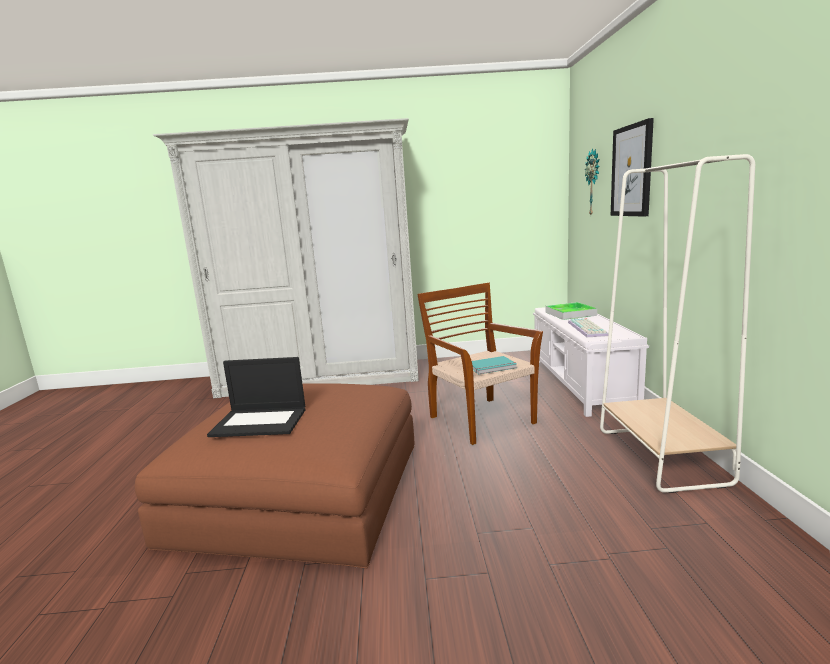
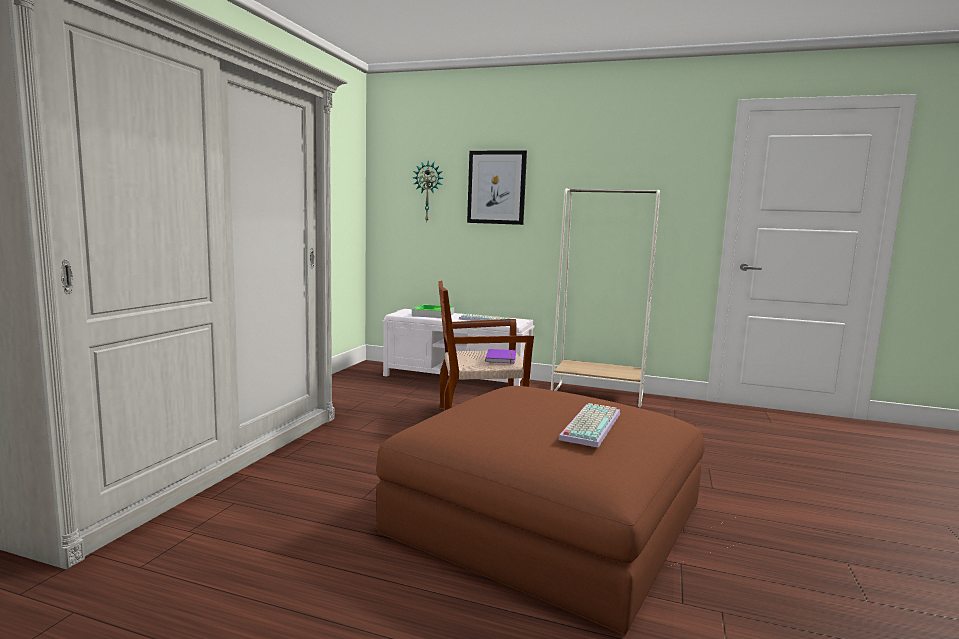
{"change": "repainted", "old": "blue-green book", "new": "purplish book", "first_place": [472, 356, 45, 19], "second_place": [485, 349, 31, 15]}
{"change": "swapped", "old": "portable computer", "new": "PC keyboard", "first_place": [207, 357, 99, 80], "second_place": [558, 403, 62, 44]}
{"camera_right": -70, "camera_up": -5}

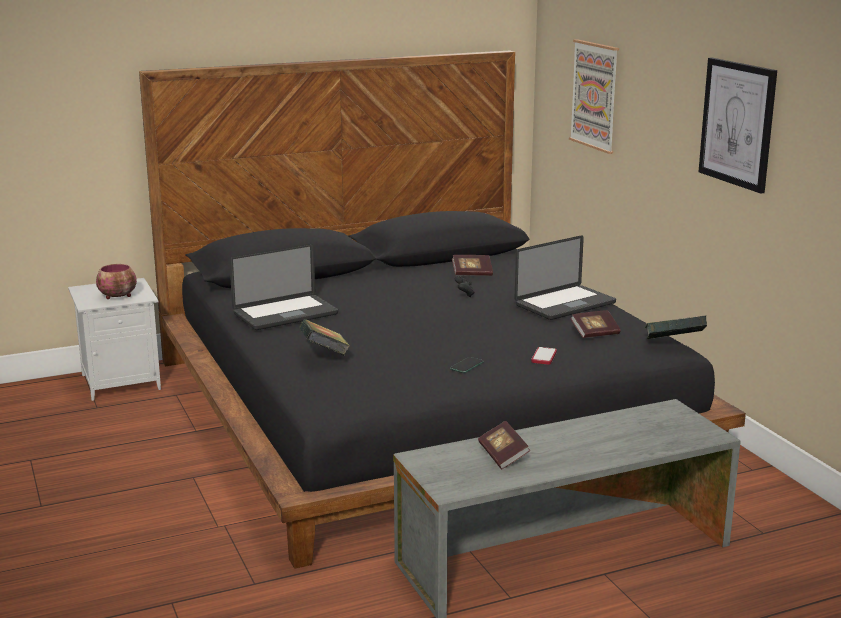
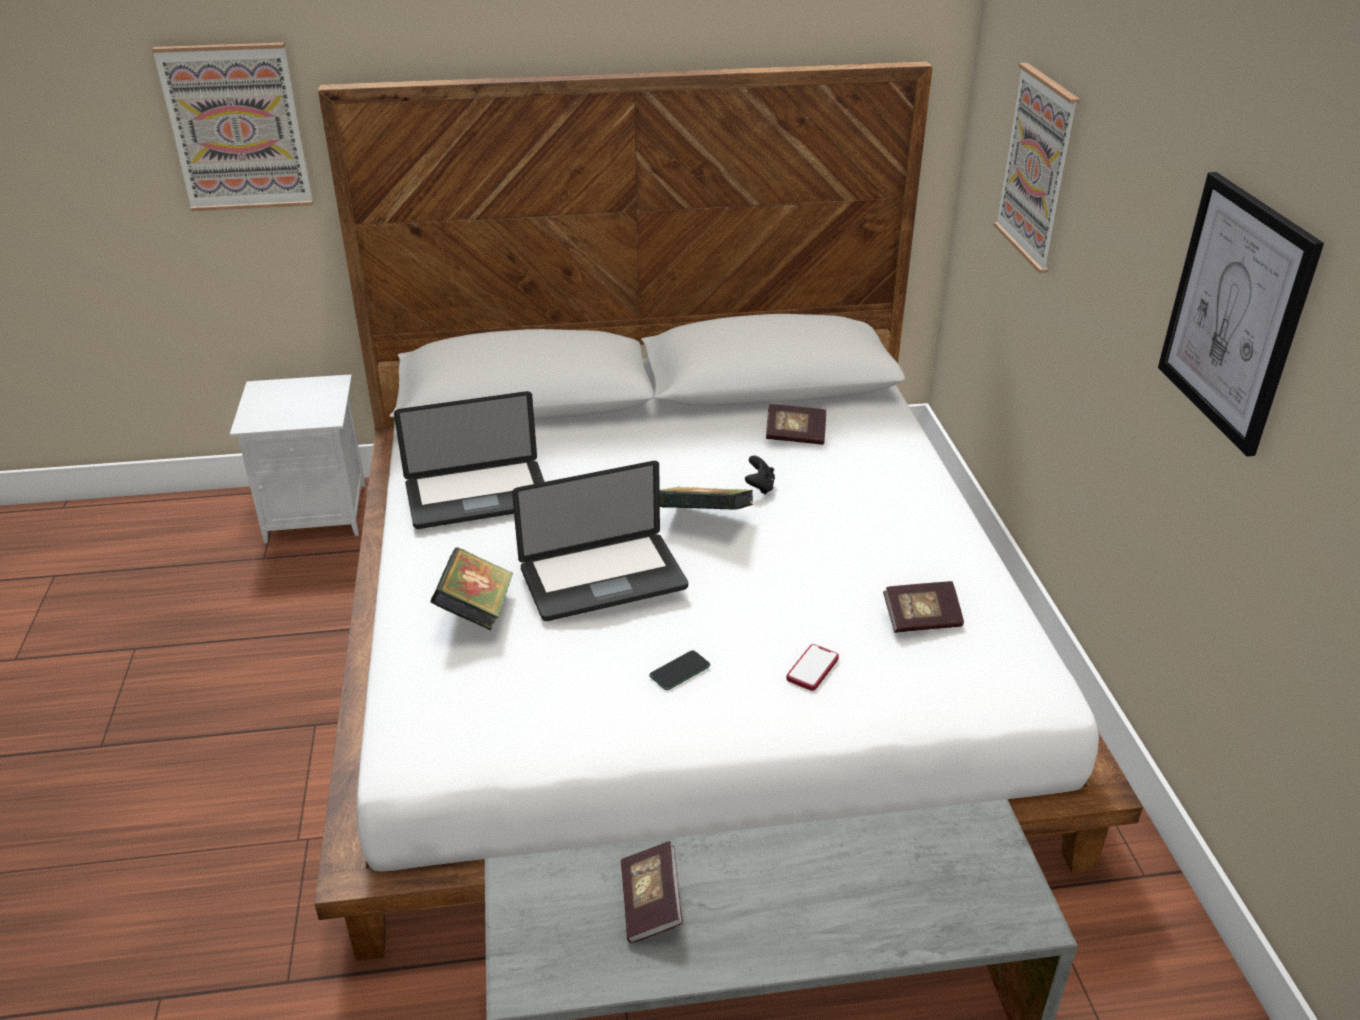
{"change": "new", "new": "wall picture", "second_place": [152, 42, 161, 169]}
{"change": "repainted", "old": "black sleeping bed", "new": "whitish sleeping bed", "first_place": [139, 51, 607, 518], "second_place": [314, 61, 829, 900]}
{"change": "shifted", "old": "portable computer", "first_place": [515, 235, 101, 85], "second_place": [512, 461, 176, 160]}
{"change": "shifted", "old": "book", "first_place": [645, 316, 62, 23], "second_place": [660, 487, 93, 23]}
{"change": "gone", "old": "serving bowl", "first_place": [96, 264, 41, 35]}
{"camera_right": 15, "camera_up": 15}

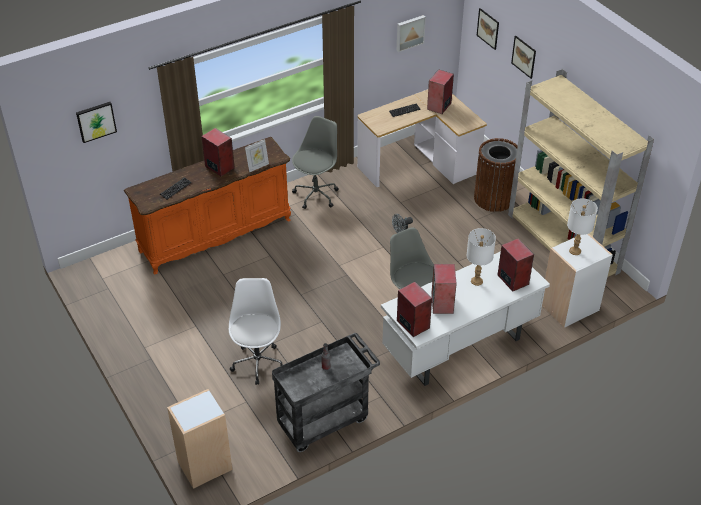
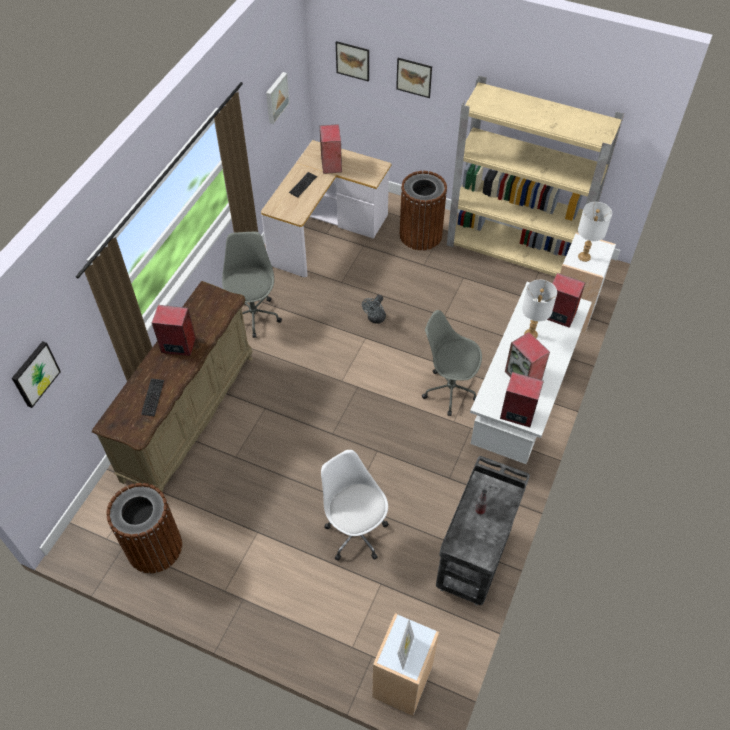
{"change": "repainted", "old": "orange storage cabinet", "new": "beige storage cabinet", "first_place": [124, 137, 167, 138], "second_place": [92, 281, 161, 212]}
{"change": "new", "new": "brownish waste bin", "second_place": [106, 483, 76, 90]}
{"change": "shifted", "old": "photo frame", "first_place": [245, 139, 24, 33], "second_place": [397, 620, 17, 50]}
{"camera_right": -35, "camera_up": 10}

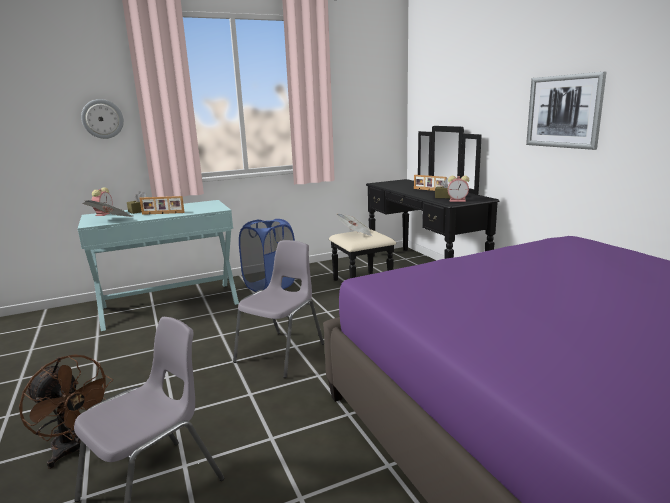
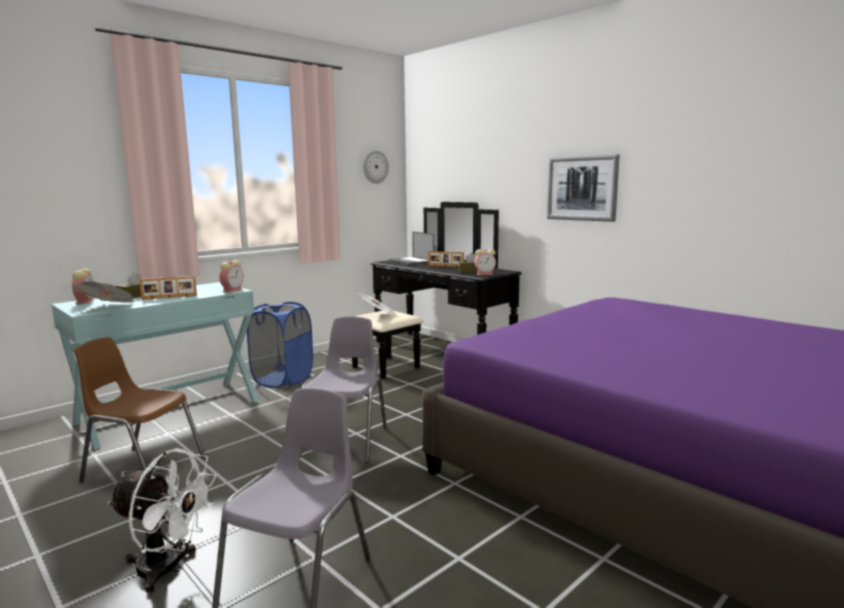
{"change": "new", "new": "brownish chair", "second_place": [74, 337, 131, 146]}
{"change": "repainted", "old": "brownish electric fan", "new": "whitish electric fan", "first_place": [19, 355, 94, 114], "second_place": [108, 448, 109, 146]}
{"change": "new", "new": "table clock", "second_place": [219, 260, 25, 33]}
{"change": "shifted", "old": "clock on the wall", "first_place": [81, 99, 43, 40], "second_place": [363, 150, 26, 34]}
{"change": "new", "new": "portable computer", "second_place": [389, 232, 45, 33]}
{"camera_right": -20, "camera_up": -5}

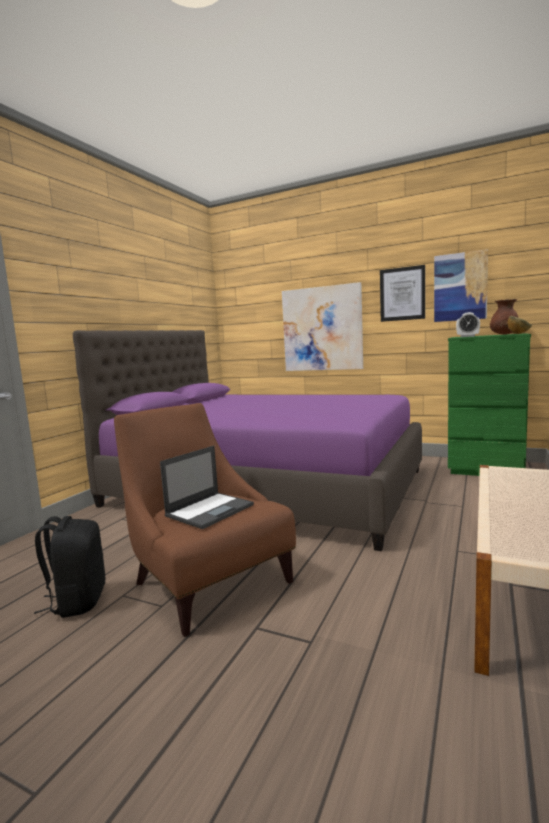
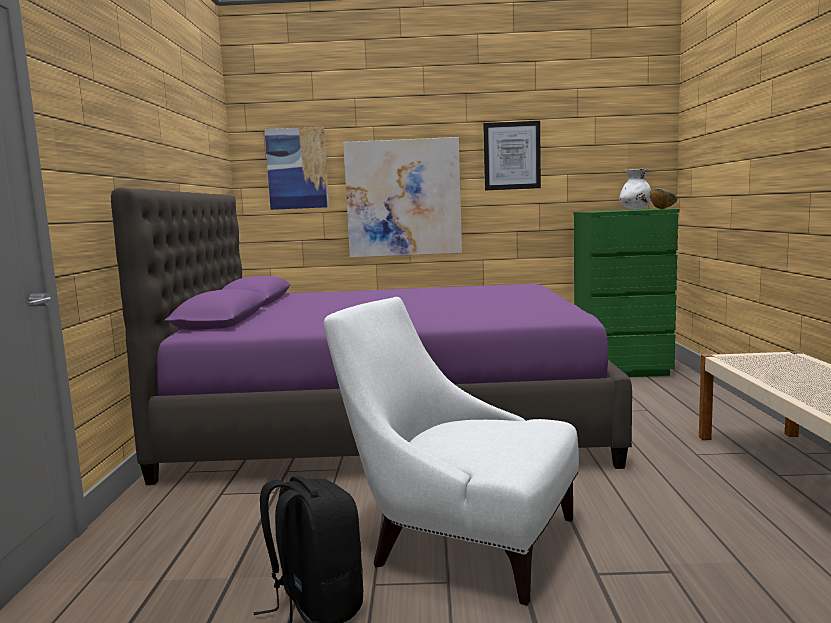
{"change": "shifted", "old": "wall picture", "first_place": [434, 249, 54, 73], "second_place": [265, 127, 64, 83]}
{"change": "repainted", "old": "brownish lounge chair", "new": "whitish lounge chair", "first_place": [114, 403, 182, 234], "second_place": [324, 297, 255, 309]}
{"change": "repainted", "old": "brownish flower vase", "new": "whitish flower vase", "first_place": [490, 299, 28, 35], "second_place": [619, 169, 32, 40]}
{"change": "gone", "old": "portable computer", "first_place": [160, 446, 94, 83]}
{"change": "gone", "old": "table clock", "first_place": [456, 312, 24, 25]}
{"camera_right": -25, "camera_up": 0}

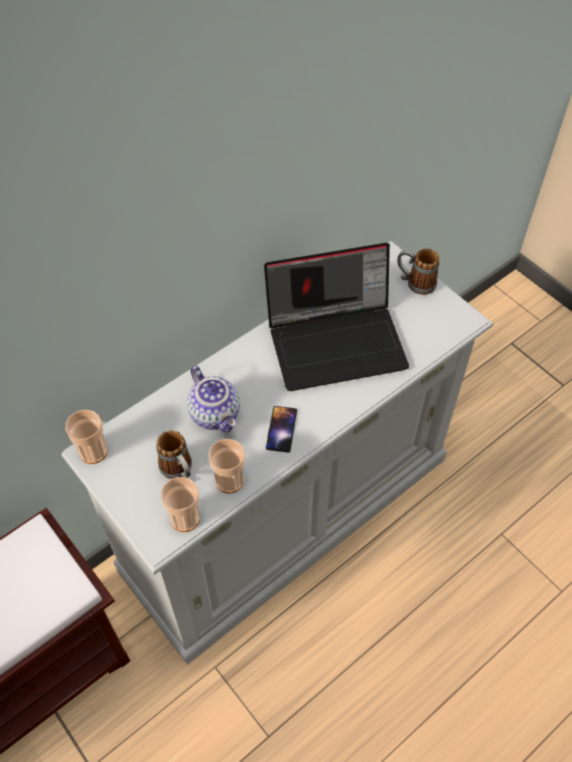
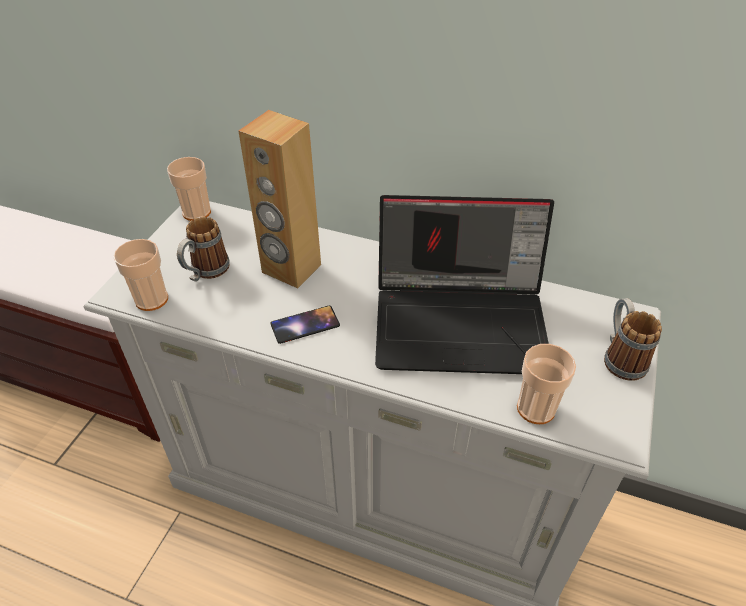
{"change": "swapped", "old": "tea pot", "new": "brownish speaker", "first_place": [187, 366, 53, 66], "second_place": [239, 110, 82, 179]}
{"change": "rotated", "old": "portable computer", "first_place": [264, 243, 145, 148], "second_place": [375, 195, 179, 179], "degrees": -45}
{"change": "shifted", "old": "cup", "first_place": [208, 439, 37, 54], "second_place": [517, 344, 59, 80]}
{"camera_right": 60, "camera_up": -10}

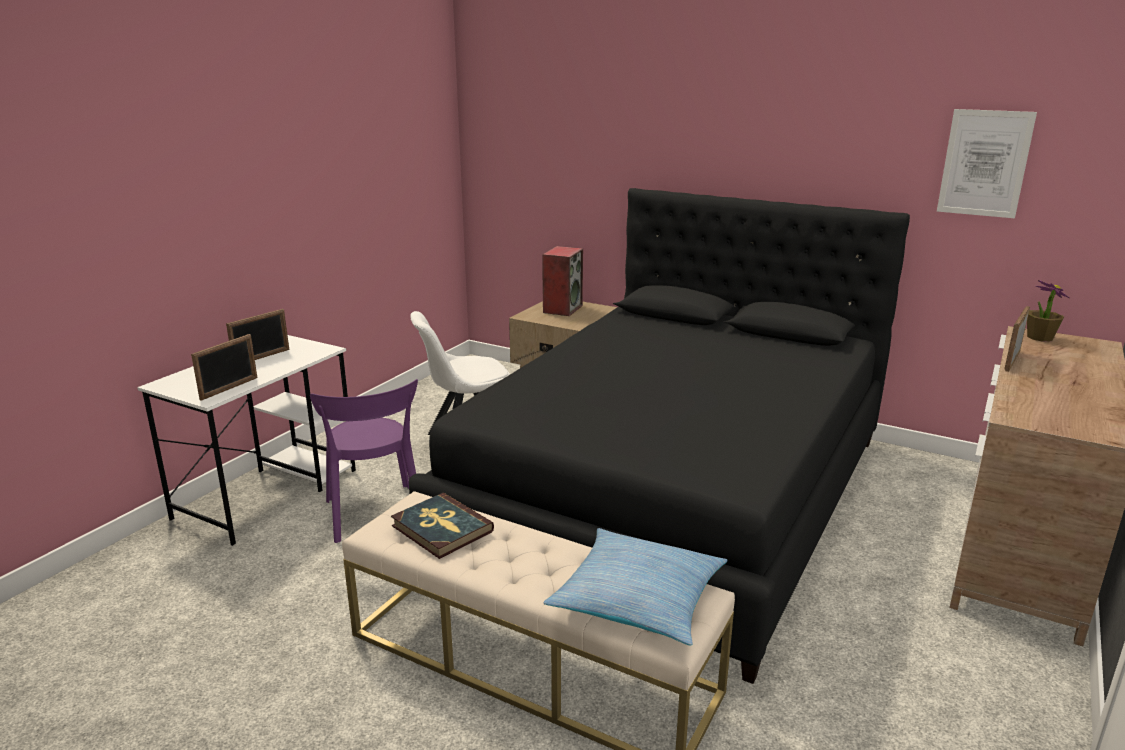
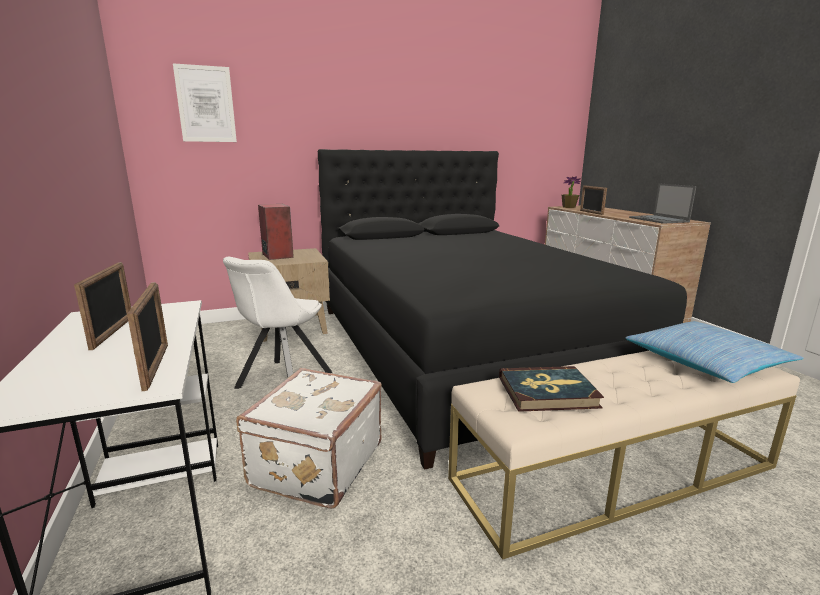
{"change": "shifted", "old": "wall picture", "first_place": [937, 109, 100, 109], "second_place": [173, 63, 64, 79]}
{"change": "swapped", "old": "purplish chair", "new": "whitish piece of luggage", "first_place": [310, 379, 108, 164], "second_place": [236, 368, 146, 141]}
{"change": "new", "new": "portable computer", "second_place": [629, 183, 67, 41]}
{"camera_right": -50, "camera_up": -5}

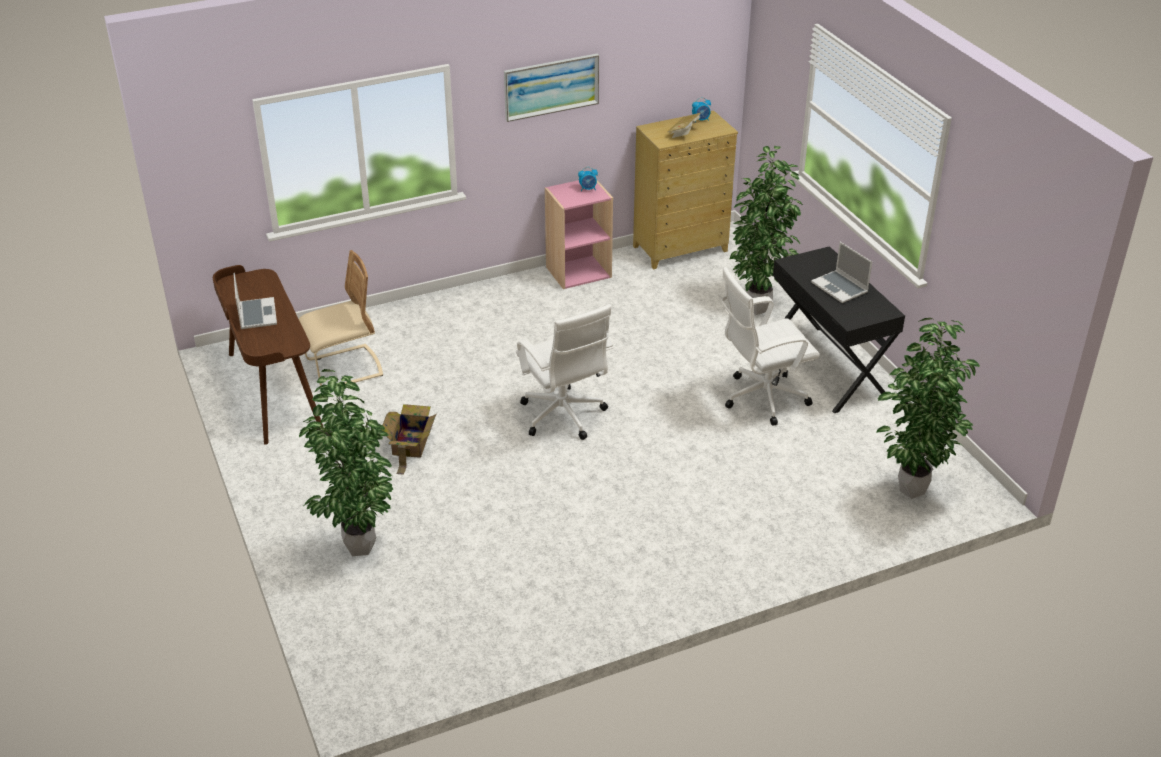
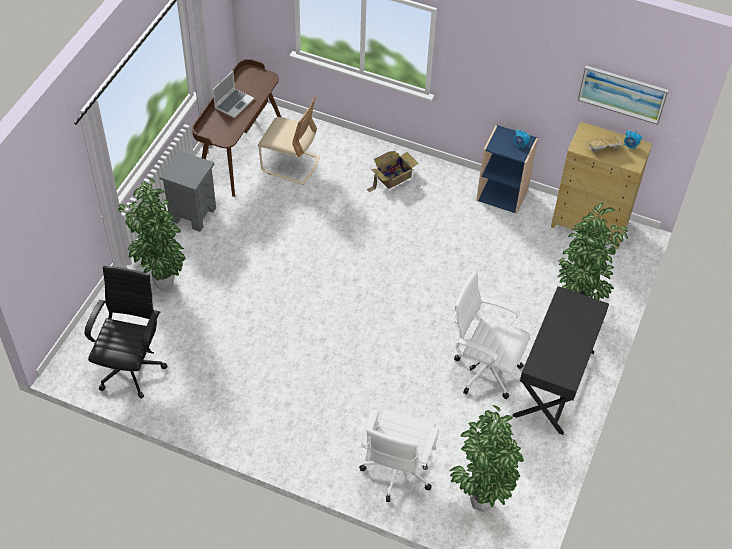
{"change": "new", "new": "black computer chair", "second_place": [84, 266, 84, 132]}
{"change": "new", "new": "grey bedside table", "second_place": [159, 151, 57, 81]}
{"change": "shifted", "old": "whitish computer chair", "first_place": [516, 304, 98, 136], "second_place": [359, 409, 80, 93]}
{"change": "shifted", "old": "carton", "first_place": [381, 404, 55, 71], "second_place": [367, 151, 52, 42]}
{"change": "repainted", "old": "pink bookcase", "new": "blue-coloured bookcase", "first_place": [545, 180, 68, 109], "second_place": [476, 125, 62, 89]}
{"change": "shifted", "old": "wall picture", "first_place": [504, 54, 95, 68], "second_place": [578, 66, 91, 59]}
{"change": "gone", "old": "portable computer", "first_place": [811, 242, 61, 61]}
{"camera_right": 45, "camera_up": 15}

